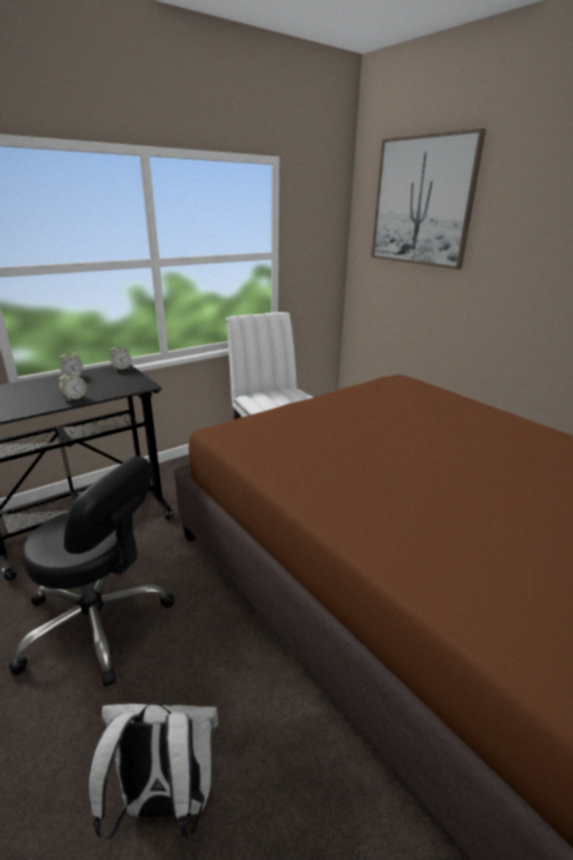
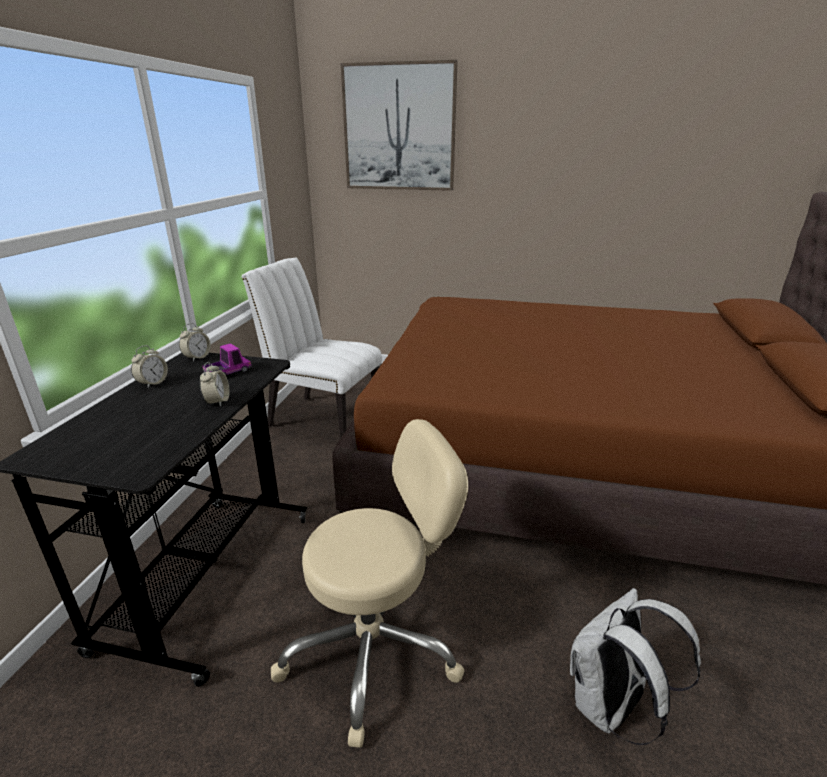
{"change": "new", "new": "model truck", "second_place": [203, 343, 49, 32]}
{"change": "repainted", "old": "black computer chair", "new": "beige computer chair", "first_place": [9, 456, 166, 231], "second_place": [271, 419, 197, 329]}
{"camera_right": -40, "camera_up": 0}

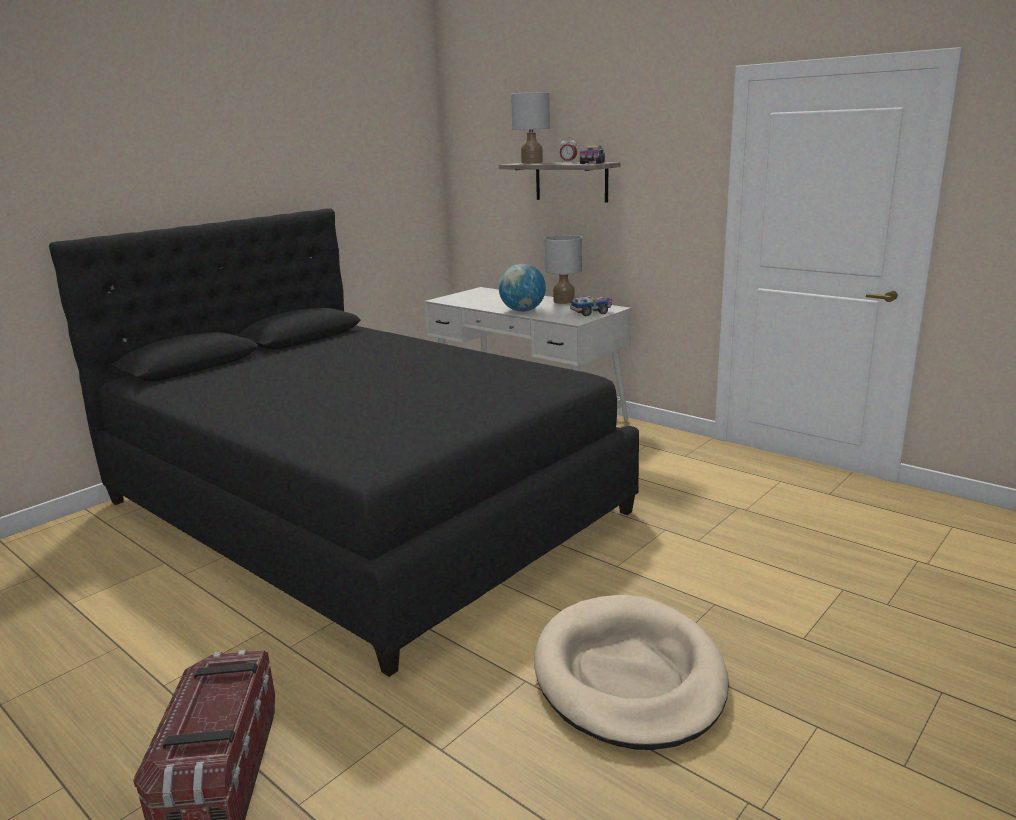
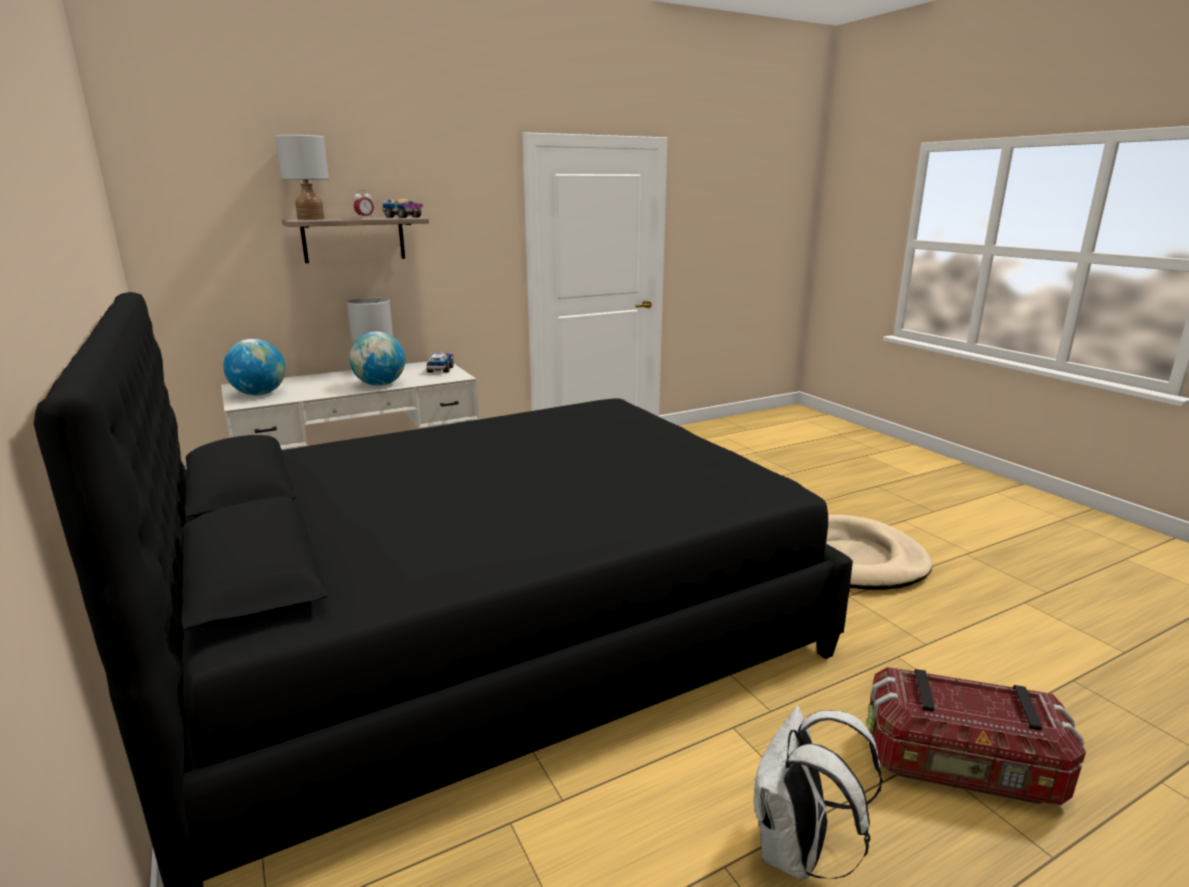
{"change": "new", "new": "world globe", "second_place": [223, 339, 63, 56]}
{"change": "new", "new": "whitish backpack", "second_place": [754, 706, 129, 174]}
{"camera_right": -70, "camera_up": 0}

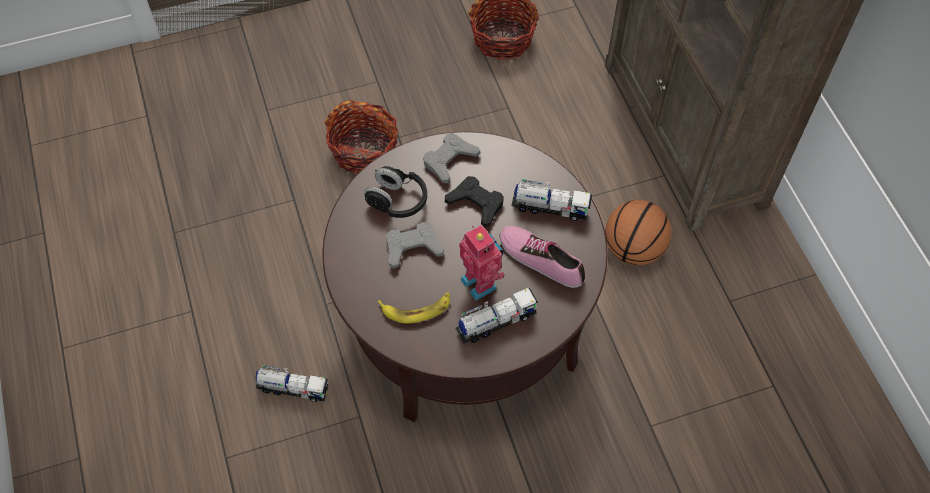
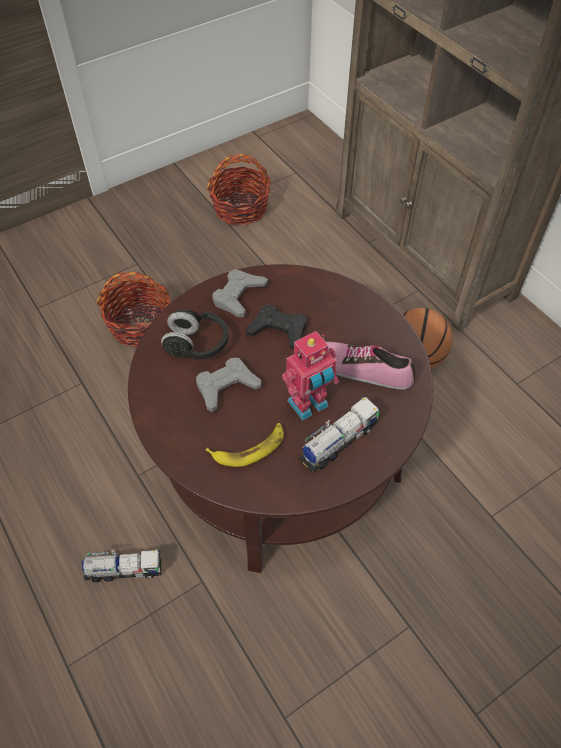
{"change": "rotated", "old": "model robot", "first_place": [459, 225, 46, 76], "second_place": [282, 331, 57, 90], "degrees": 105}
{"change": "gone", "old": "model truck", "first_place": [511, 179, 81, 42]}
{"camera_right": -15, "camera_up": -5}

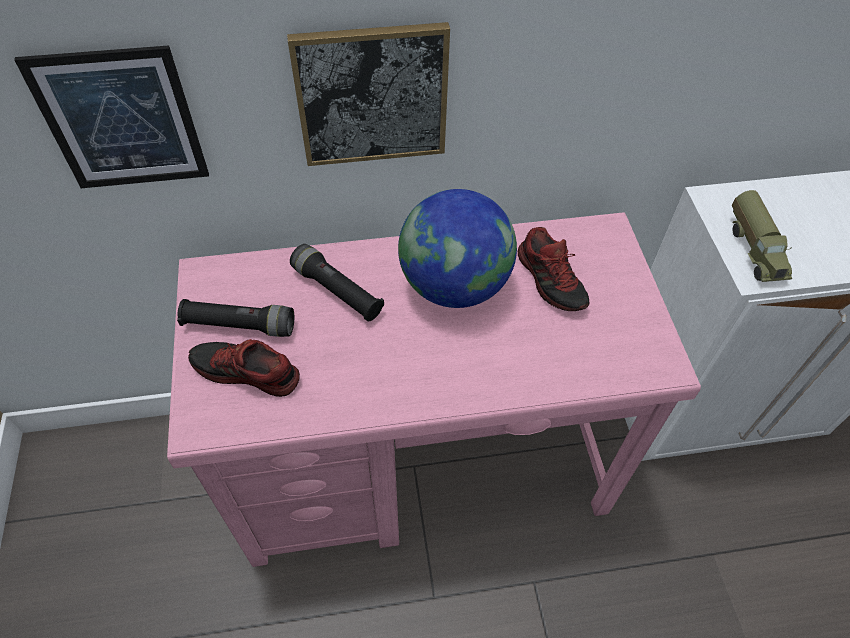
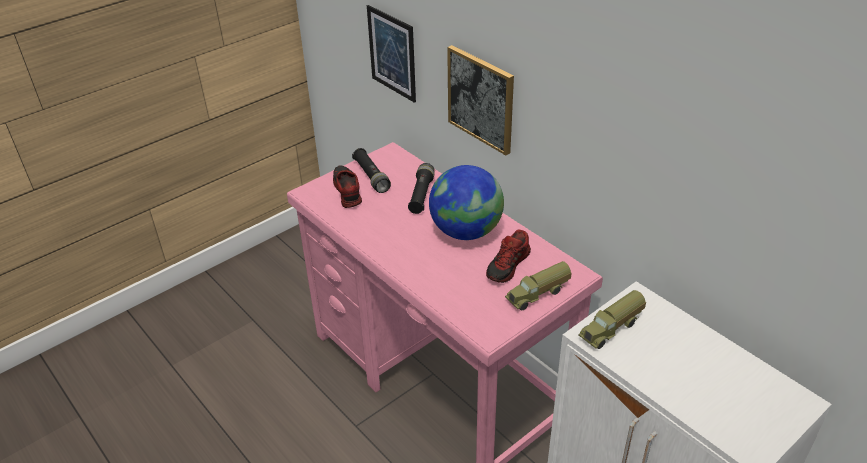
{"change": "new", "new": "model truck", "second_place": [505, 261, 67, 49]}
{"camera_right": 60, "camera_up": -15}

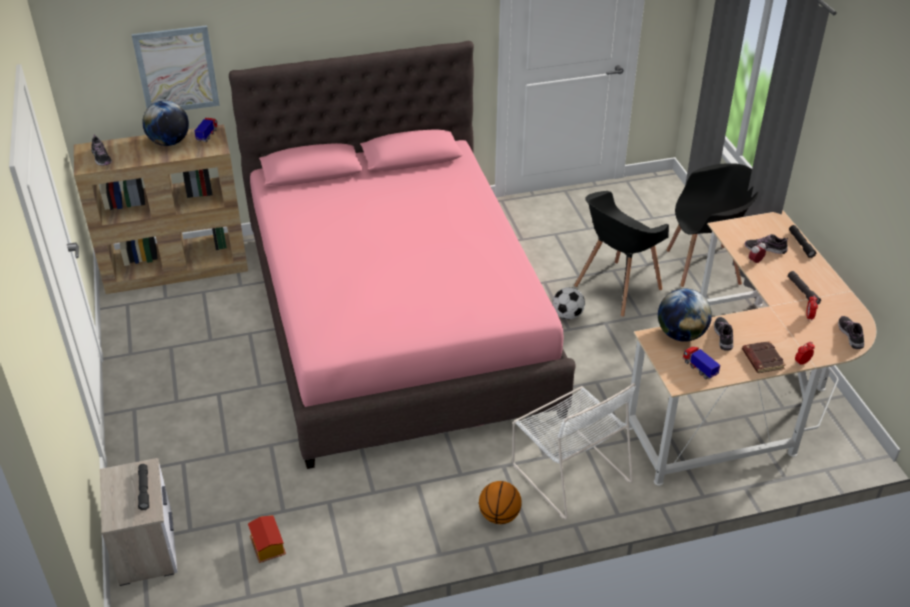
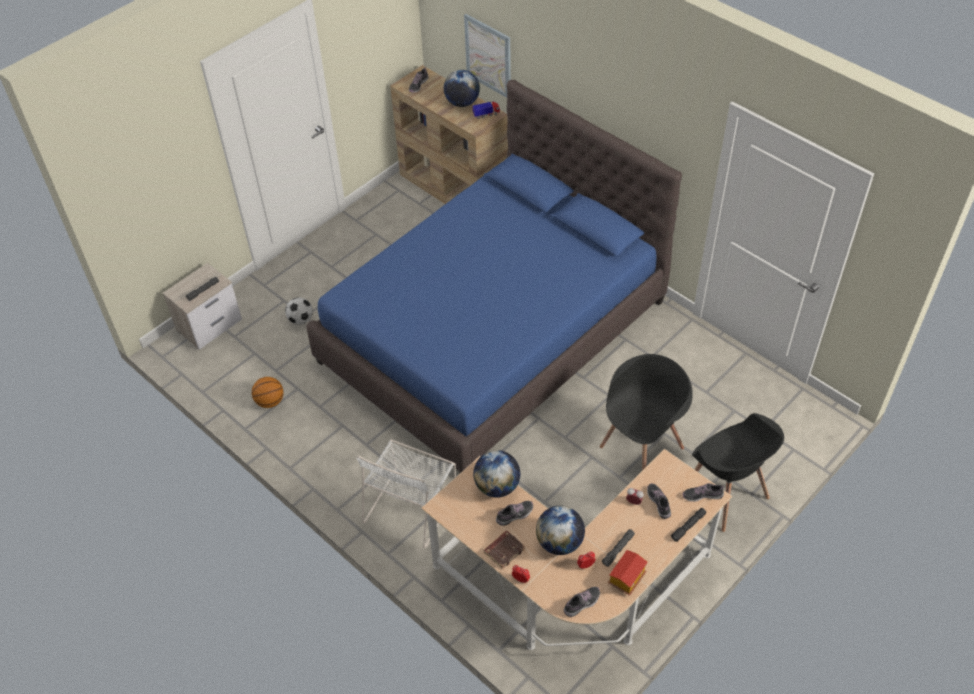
{"change": "shifted", "old": "basketball", "first_place": [479, 481, 43, 43], "second_place": [252, 377, 32, 31]}
{"change": "shifted", "old": "ball for football", "first_place": [553, 287, 32, 32], "second_place": [285, 297, 28, 28]}
{"change": "repainted", "old": "pink sleeping bed", "new": "blue-coloured sleeping bed", "first_place": [229, 41, 346, 428], "second_place": [306, 80, 376, 393]}
{"change": "new", "new": "world globe", "second_place": [536, 506, 49, 49]}
{"change": "rotated", "old": "black chair", "first_place": [574, 191, 95, 126], "second_place": [600, 354, 93, 117], "degrees": 120}
{"change": "shifted", "old": "model house", "first_place": [248, 515, 38, 48], "second_place": [608, 550, 40, 46]}
{"change": "new", "new": "item of footwear", "second_place": [683, 483, 41, 19]}
{"change": "gone", "old": "model truck", "first_place": [683, 347, 37, 32]}
{"camera_right": 60, "camera_up": 10}

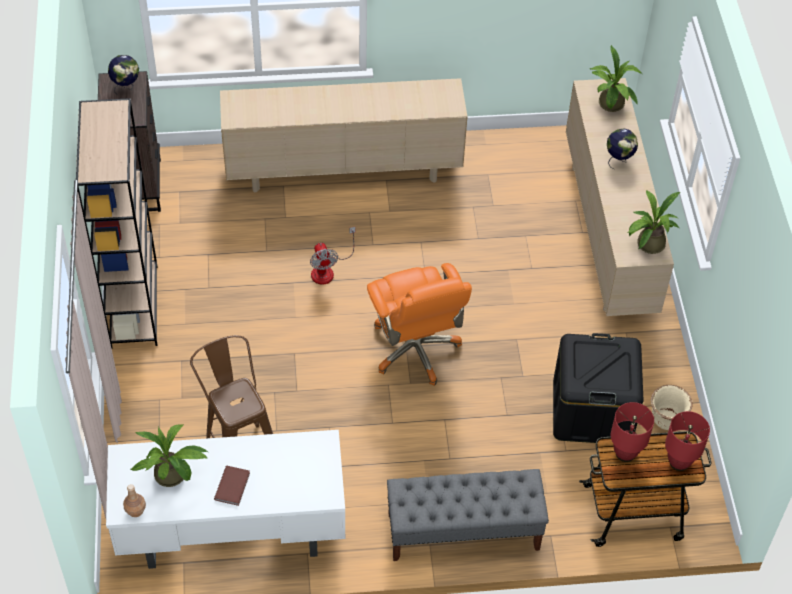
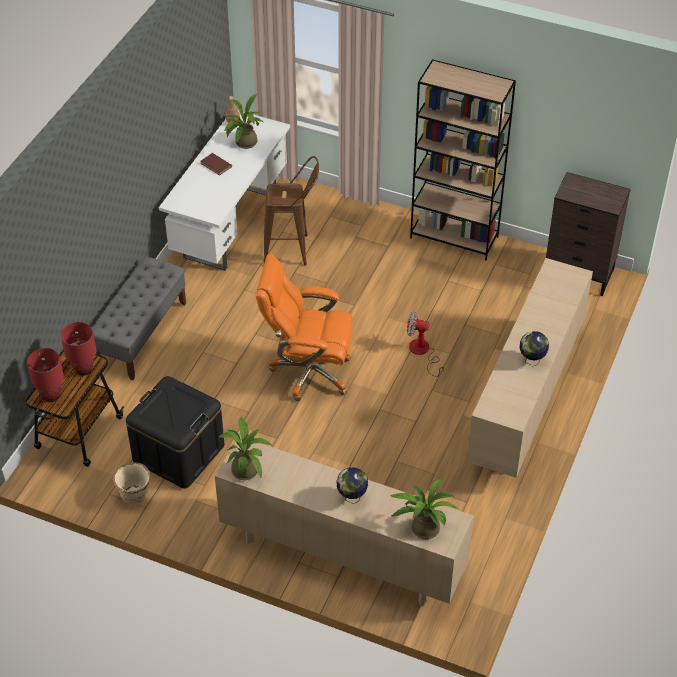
{"change": "shifted", "old": "world globe", "first_place": [108, 55, 31, 38], "second_place": [520, 331, 29, 35]}
{"camera_right": 120, "camera_up": -5}

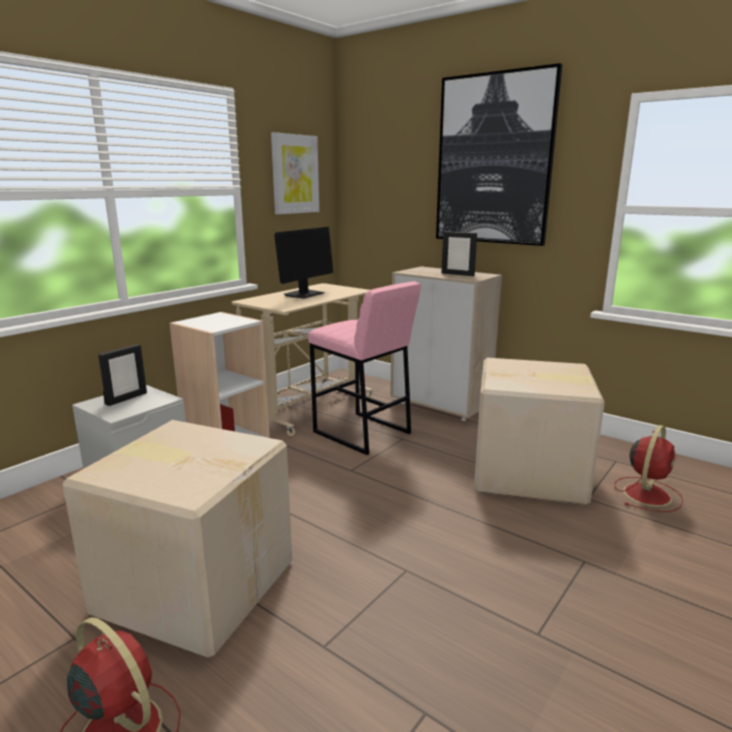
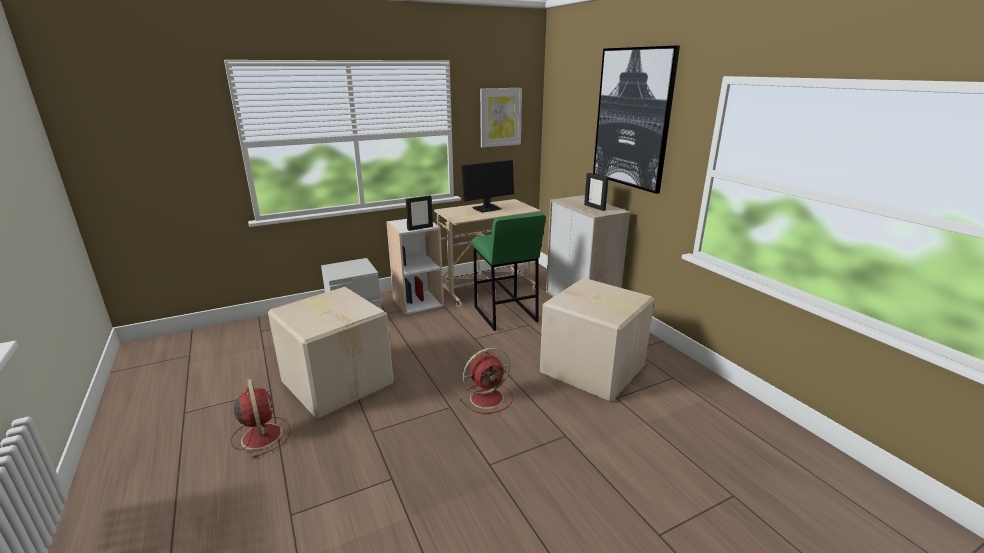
{"change": "shifted", "old": "photo frame", "first_place": [98, 344, 49, 62], "second_place": [406, 195, 27, 36]}
{"change": "shifted", "old": "reddish electric fan", "first_place": [614, 425, 69, 87], "second_place": [459, 348, 54, 66]}
{"change": "repainted", "old": "pink stool seat", "new": "greenish stool seat", "first_place": [308, 281, 113, 174], "second_place": [472, 213, 74, 118]}
{"camera_right": 25, "camera_up": 5}

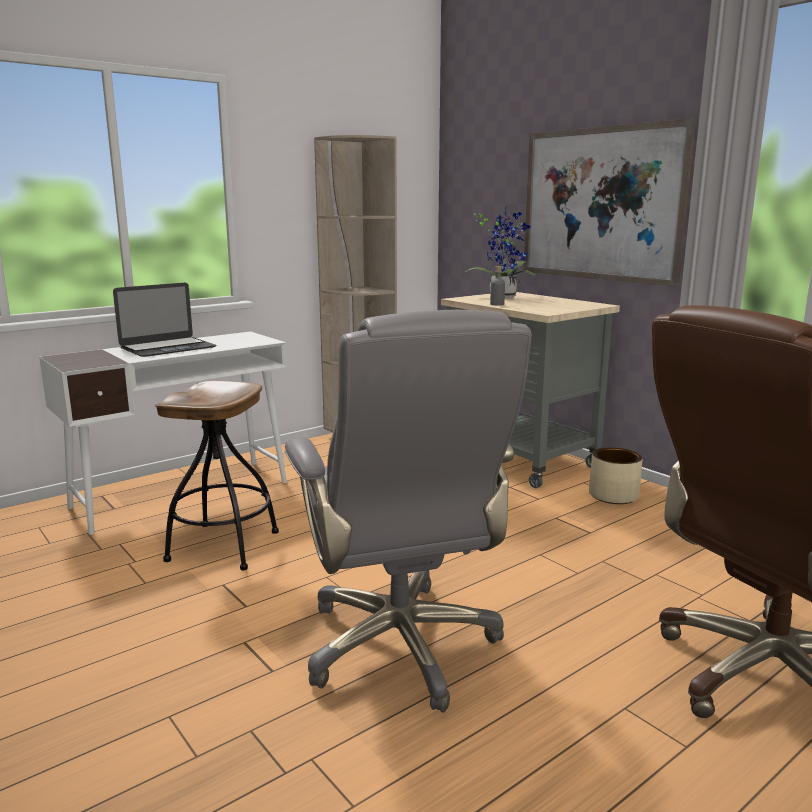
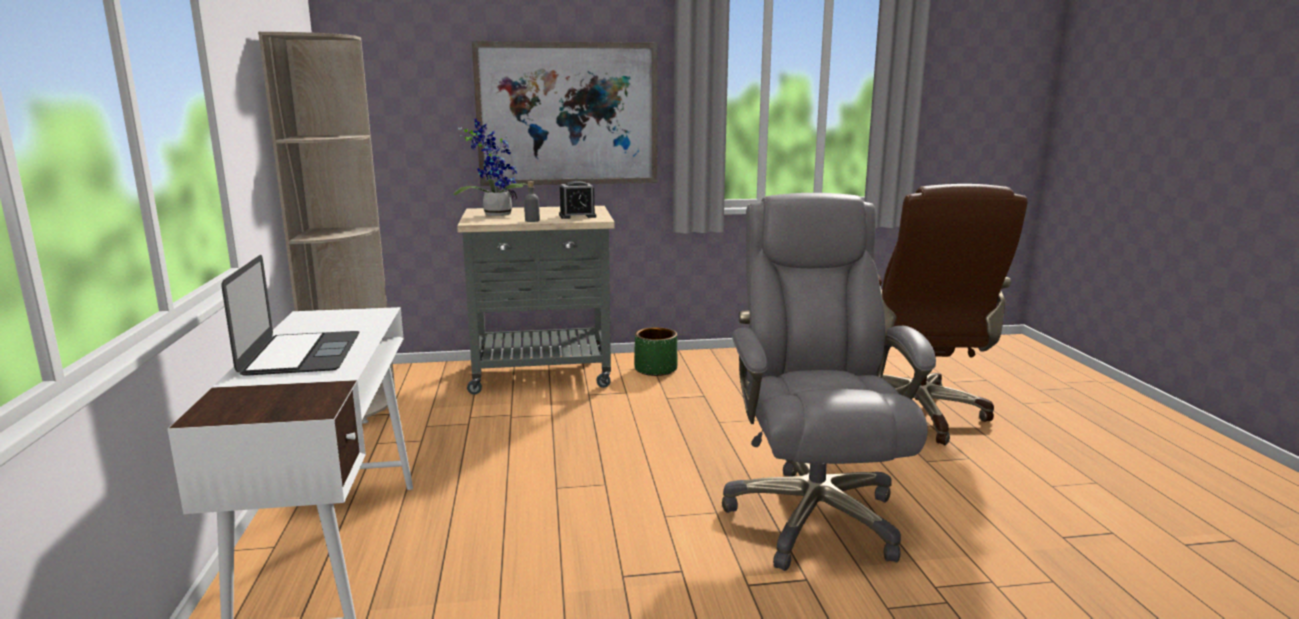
{"change": "new", "new": "table clock", "second_place": [559, 181, 37, 38]}
{"change": "repainted", "old": "beige planter", "new": "greenish planter", "first_place": [589, 448, 54, 56], "second_place": [634, 327, 43, 49]}
{"change": "rotated", "old": "grey computer chair", "first_place": [285, 310, 247, 403], "second_place": [722, 193, 214, 378], "degrees": -105}
{"change": "gone", "old": "brownish stool seat", "first_place": [155, 380, 124, 190]}
{"camera_right": -60, "camera_up": 0}

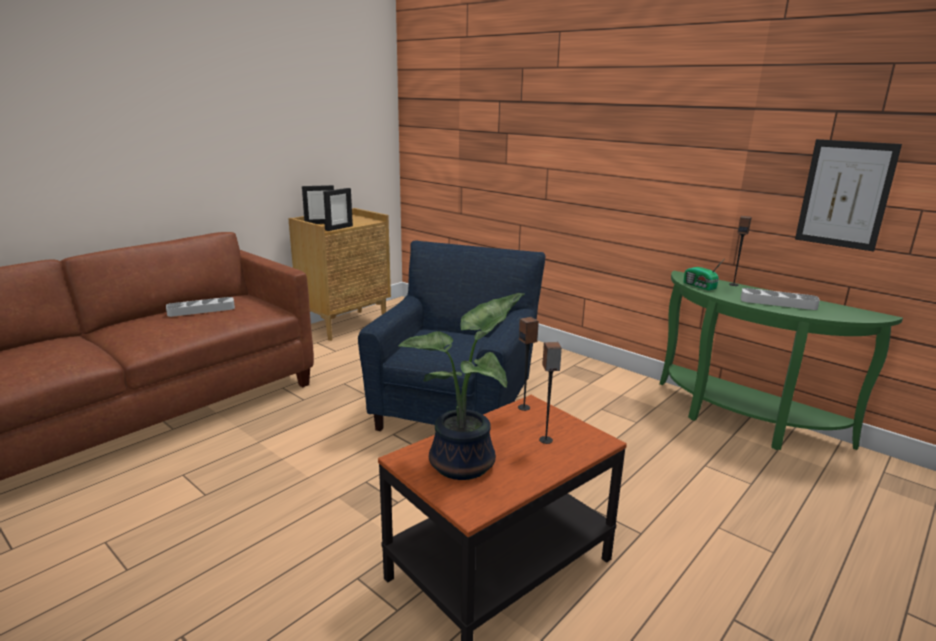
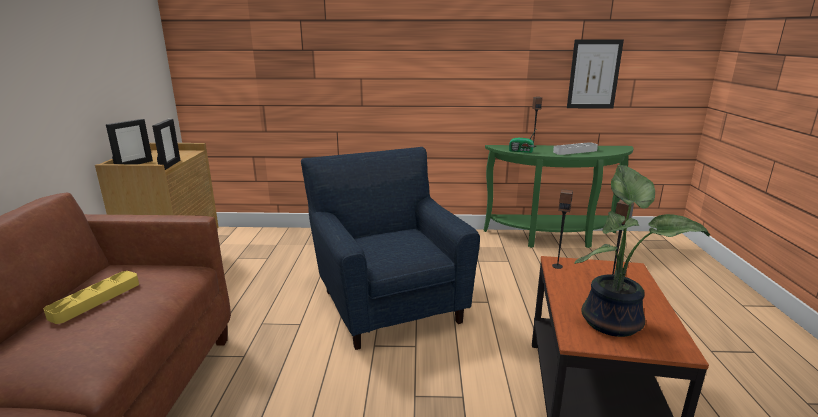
{"change": "repainted", "old": "grey carrying tray", "new": "yellow carrying tray", "first_place": [166, 297, 69, 20], "second_place": [44, 271, 95, 53]}
{"camera_right": -40, "camera_up": 0}

